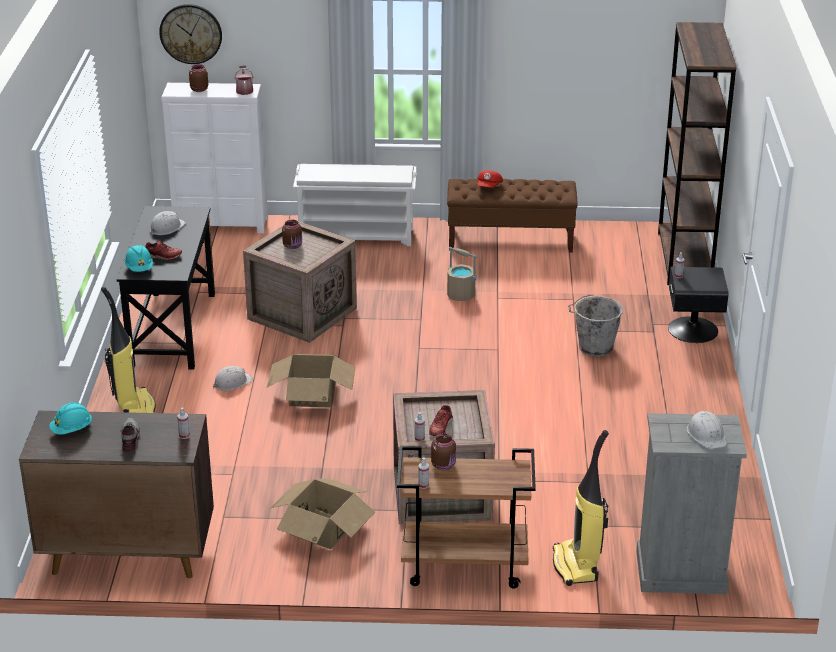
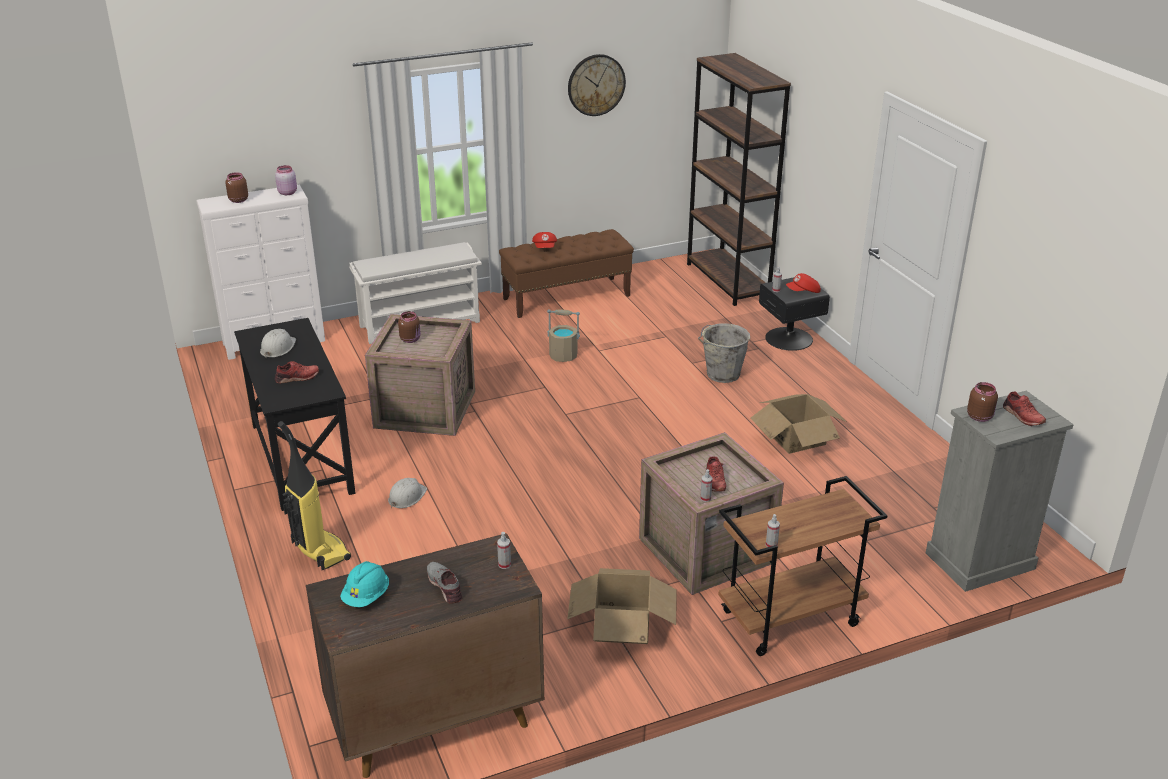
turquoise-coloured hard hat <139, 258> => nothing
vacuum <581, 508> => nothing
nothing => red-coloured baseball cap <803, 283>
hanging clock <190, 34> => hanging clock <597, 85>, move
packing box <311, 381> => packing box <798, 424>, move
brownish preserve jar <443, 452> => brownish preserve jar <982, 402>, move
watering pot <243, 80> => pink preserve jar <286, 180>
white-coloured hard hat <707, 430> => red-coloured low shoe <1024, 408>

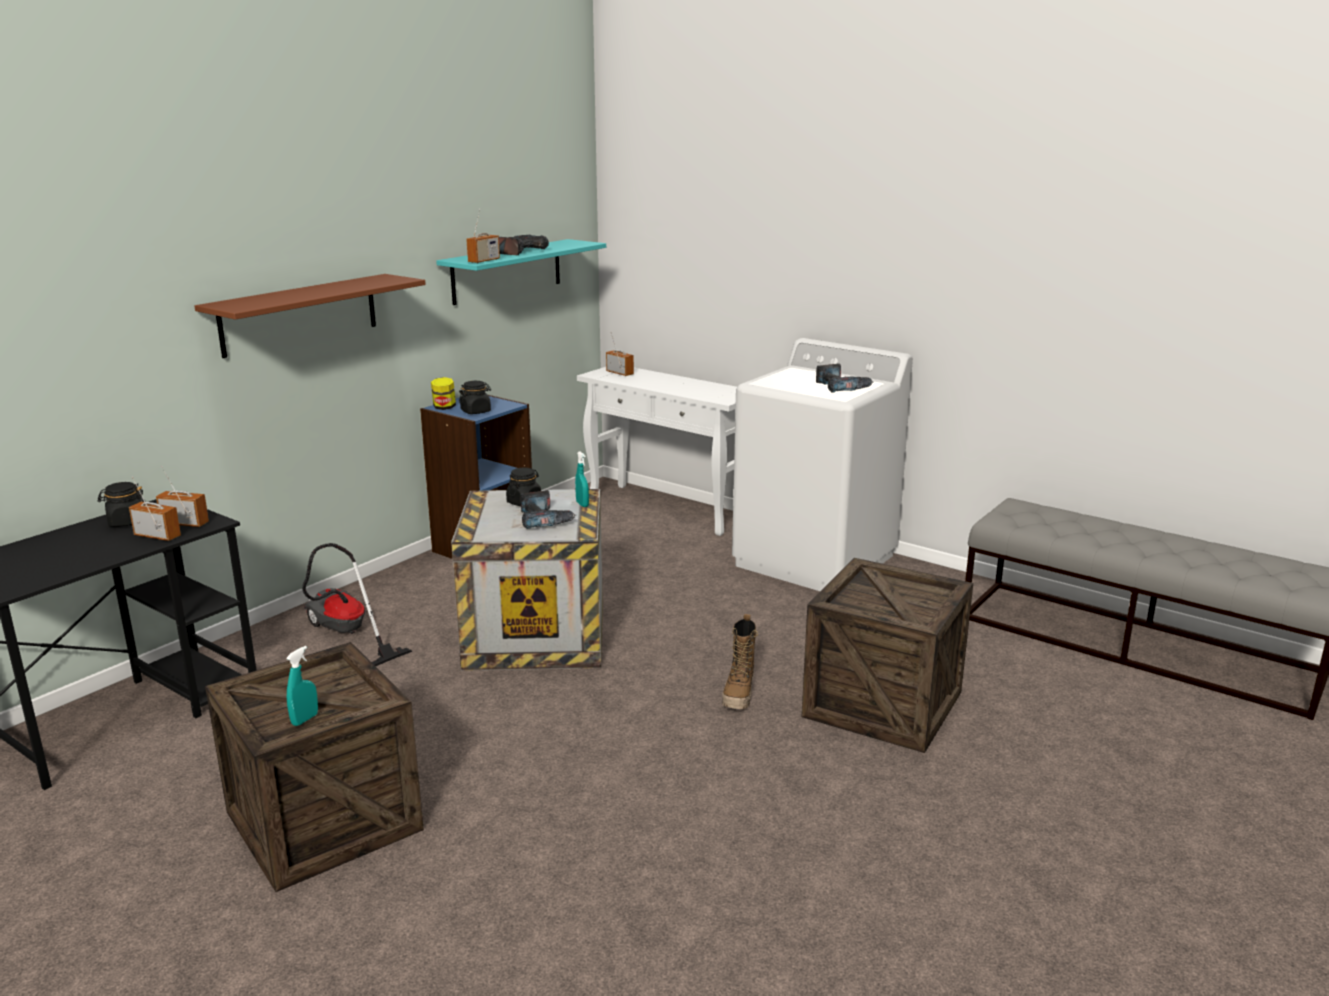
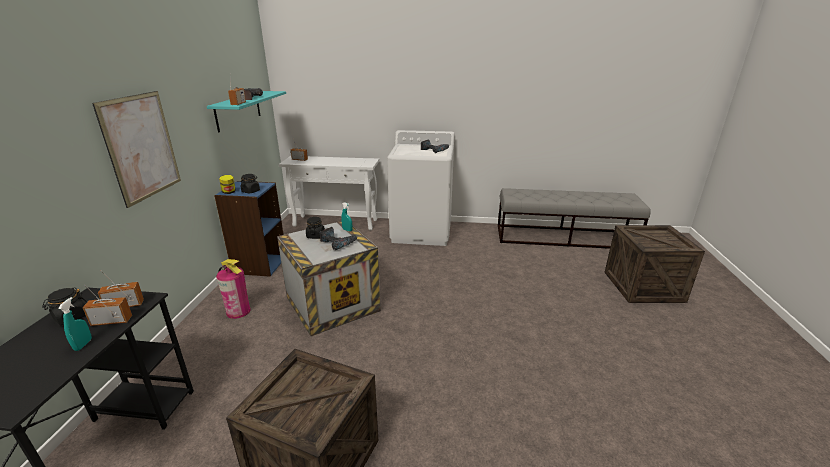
vacuum <357, 604> => nothing
boot <740, 661> => nothing
nothing => extinguisher <233, 289>
turquoise-coloured hand sprayer <302, 686> => turquoise-coloured hand sprayer <75, 324>, move
packing crate <887, 655> => packing crate <654, 264>, move
brownish wall shelf <310, 316> => picture <136, 149>

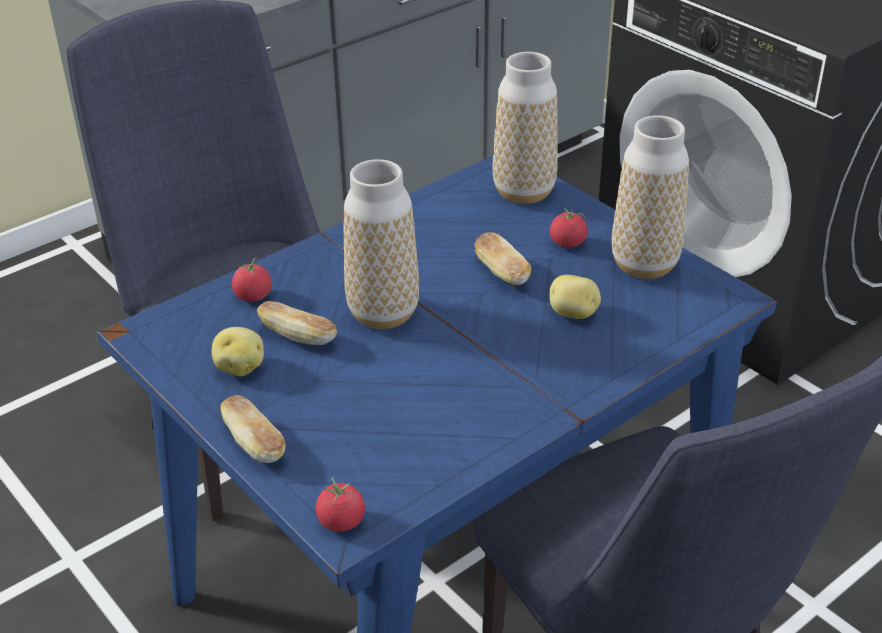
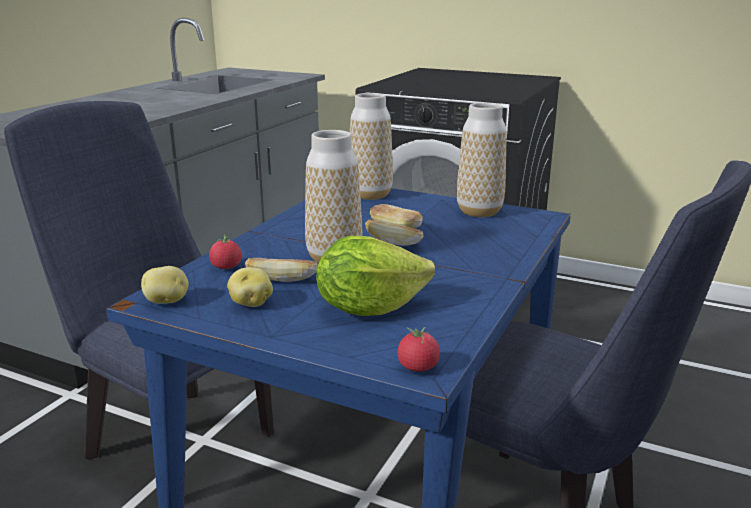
fresh tomato <568, 228> => nothing
nothing => lettuce <375, 276>
baked bread <253, 429> => baked bread <394, 233>, move
potato <575, 297> => potato <165, 285>, move

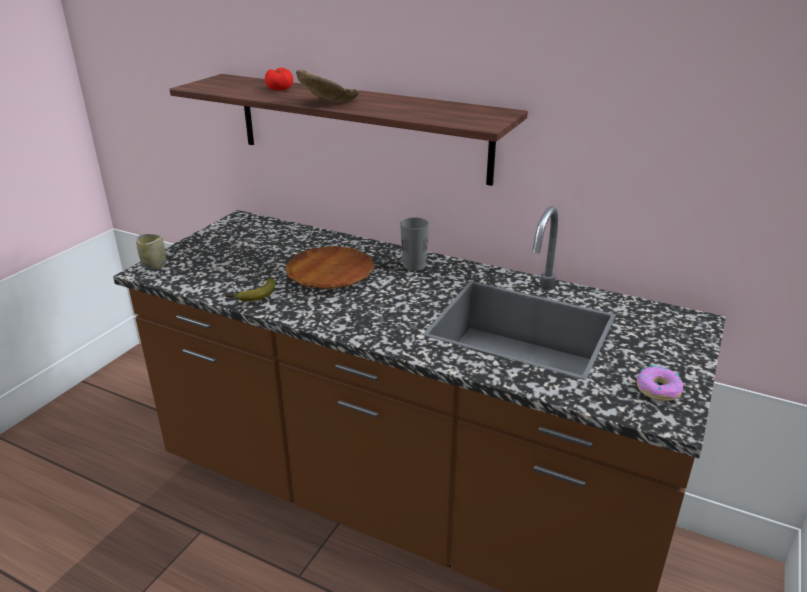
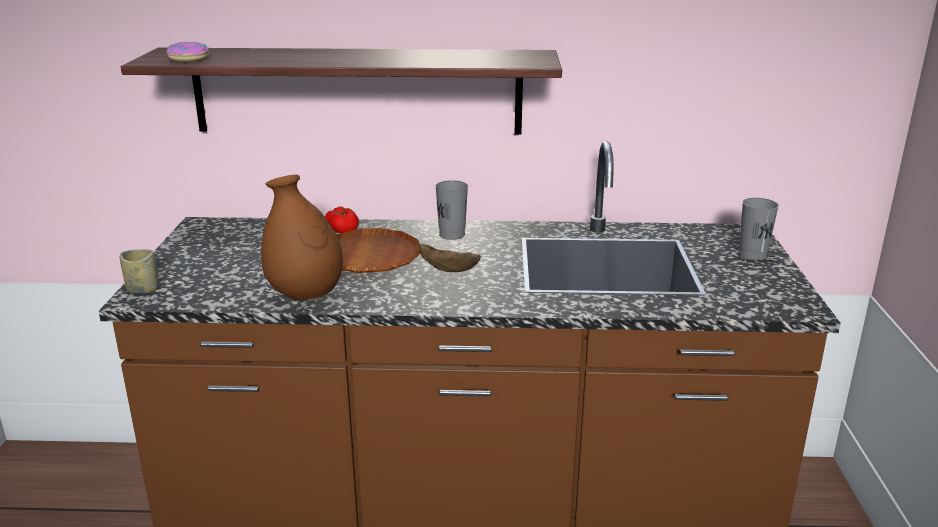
nothing => grey small cup <759, 229>
fresh tomato <279, 79> => fresh tomato <342, 220>, move
brownish serving bowl <327, 85> => brownish serving bowl <450, 257>, move
doughnut <660, 383> => doughnut <188, 52>, move
banana fruit <250, 289> => brownish decorative vase <302, 237>

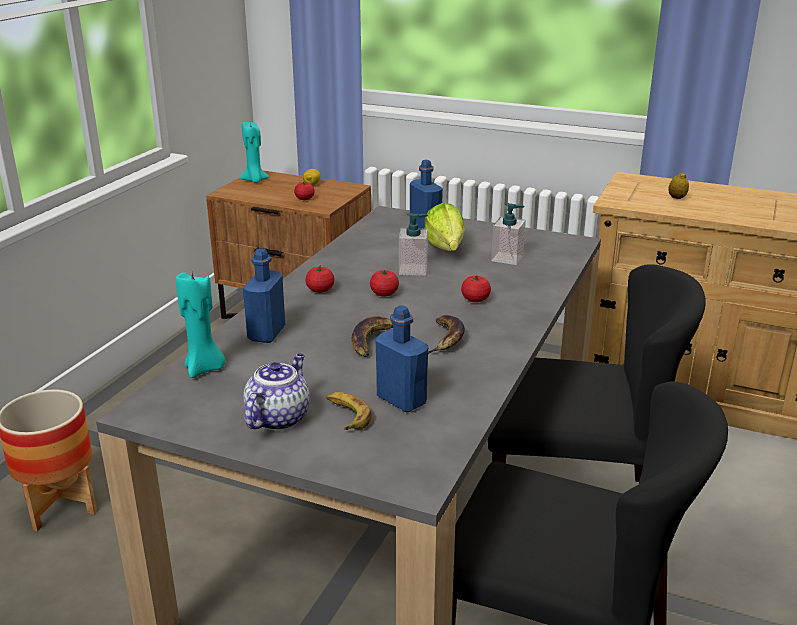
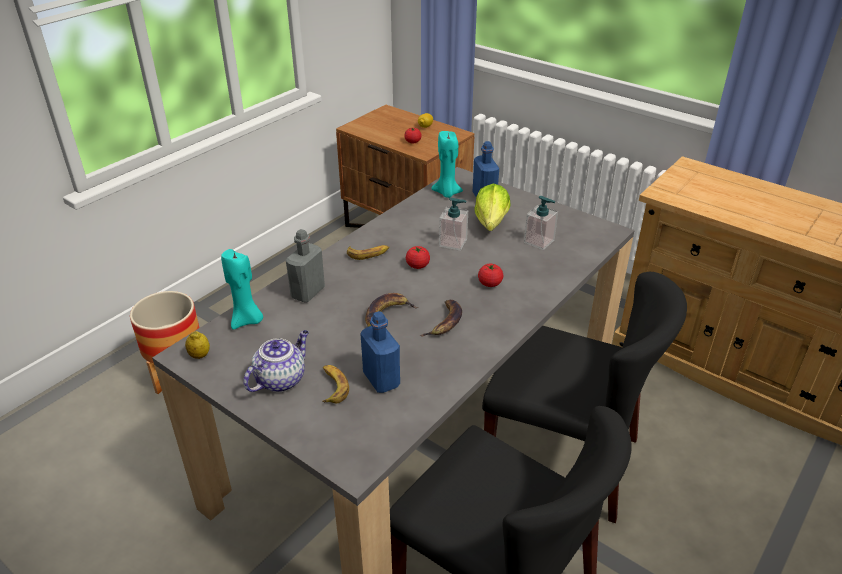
turquoise-coloured candle <254, 152> => turquoise-coloured candle <447, 164>, move
lemon <678, 185> => lemon <197, 345>, move
fresh tomato <320, 279> => banana fruit <368, 252>
blue drink bottle <264, 295> => grey drink bottle <305, 266>

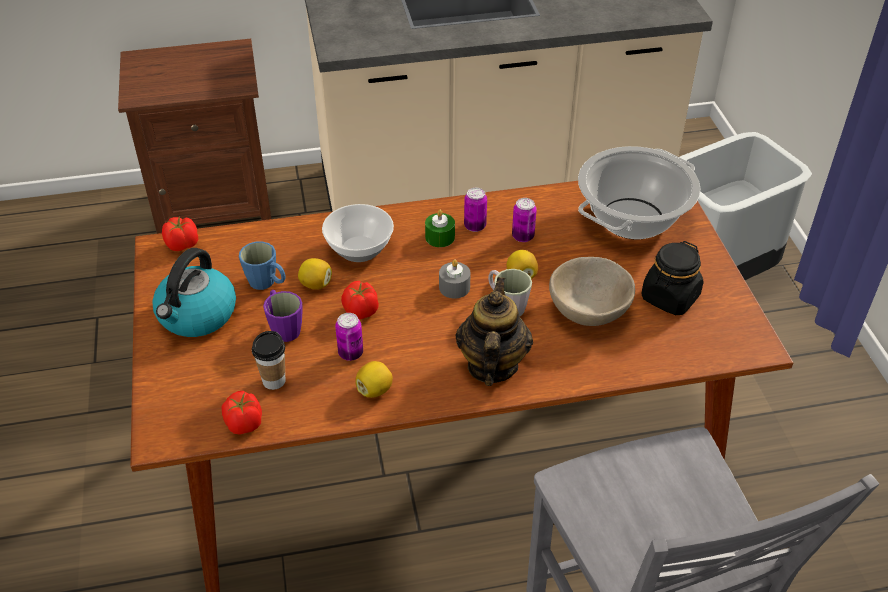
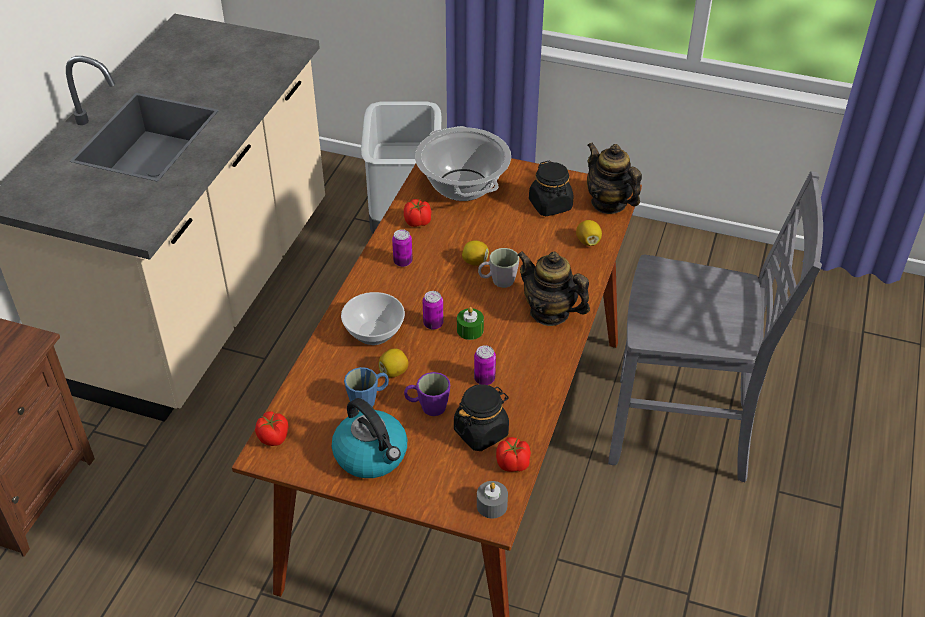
beige-coloured serving bowl <592, 291> => nothing
nothing => teapot <614, 178>
fresh tomato <360, 300> => fresh tomato <417, 213>, move
lemon <374, 379> => lemon <589, 233>, move
green candle <440, 228> => green candle <470, 323>, move
grey candle <455, 279> => grey candle <492, 499>, move
metal can <524, 220> => metal can <433, 310>, move
small cup <268, 360> => black preserve jar <481, 417>

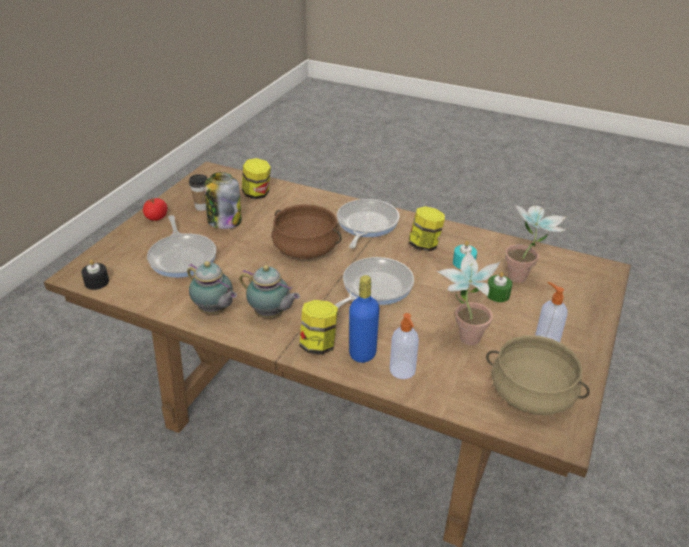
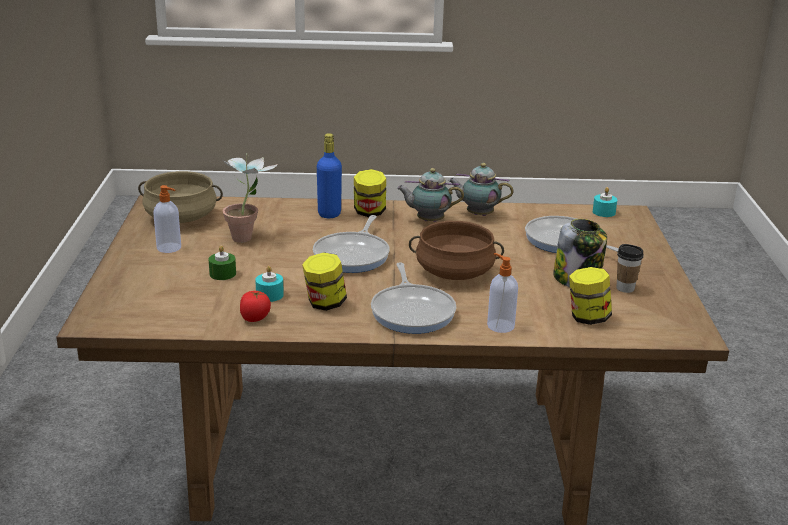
potted plant <536, 243> => nothing
fresh tomato <155, 209> => fresh tomato <255, 306>, move
soap bottle <404, 346> => soap bottle <502, 293>, move
black candle <95, 274> => turquoise-coloured candle <605, 202>

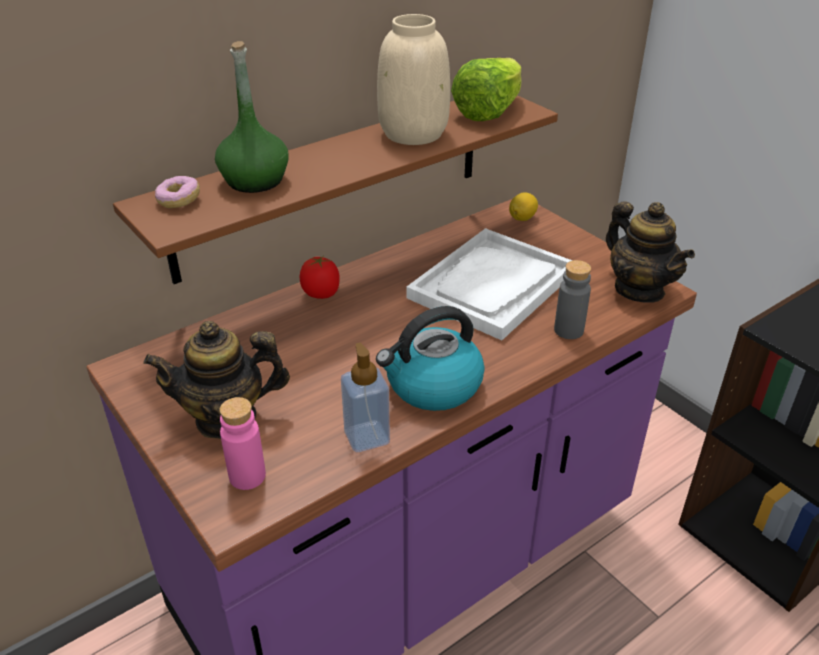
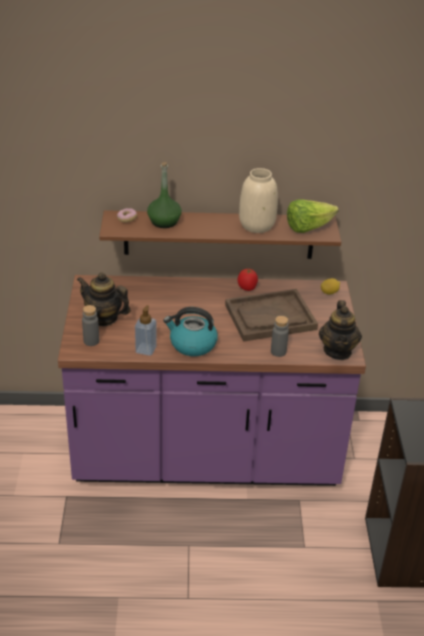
fresh tomato <320, 277> => fresh tomato <248, 280>, move
pink drink bottle <243, 443> => grey drink bottle <90, 325>
white-coloured carrying tray <490, 284> => brownish carrying tray <271, 315>

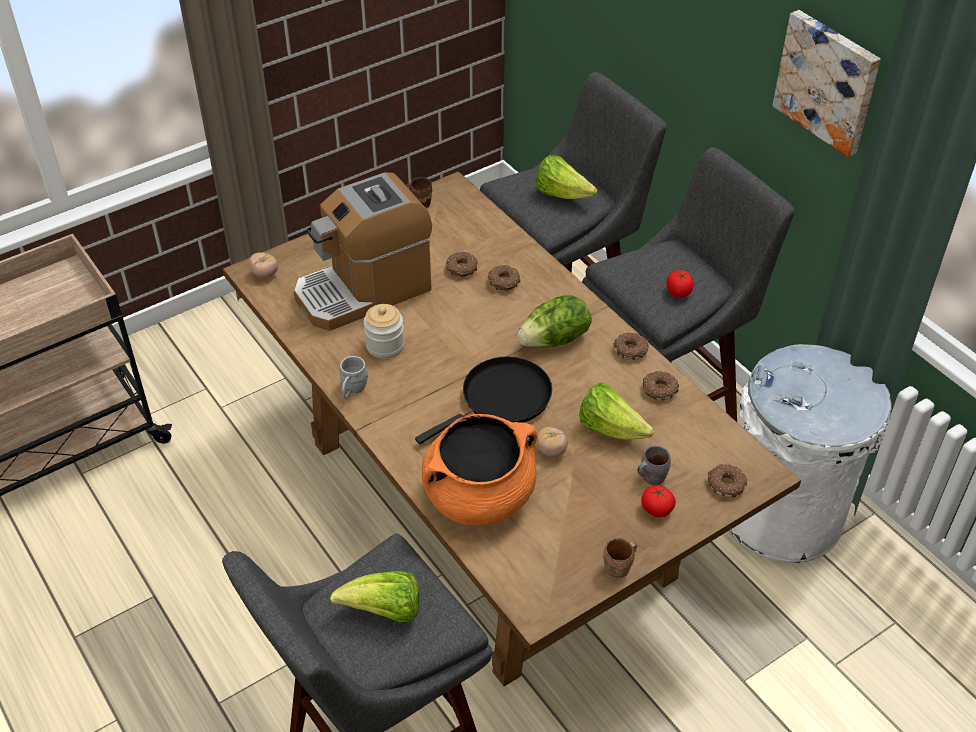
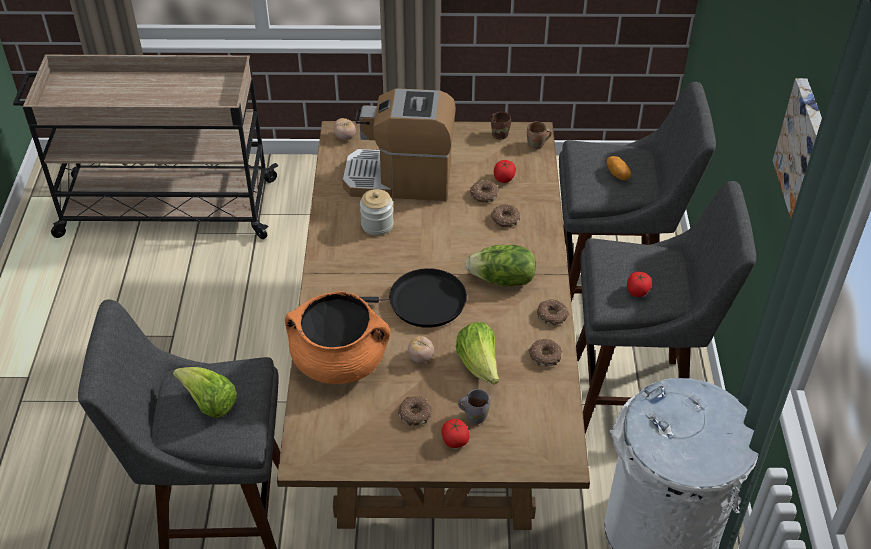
grey coffee mug <354, 378> => nothing
nothing => fresh tomato <505, 171>
brownish coffee mug <620, 558> => brownish coffee mug <539, 135>, move
doughnut <727, 481> => doughnut <415, 411>, move
lettuce <567, 177> => potato <619, 168>

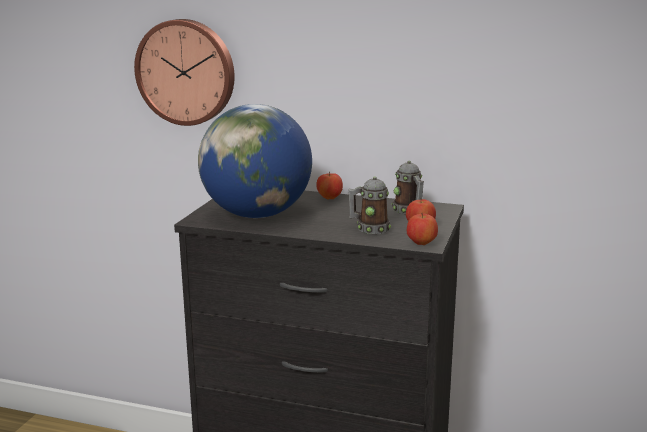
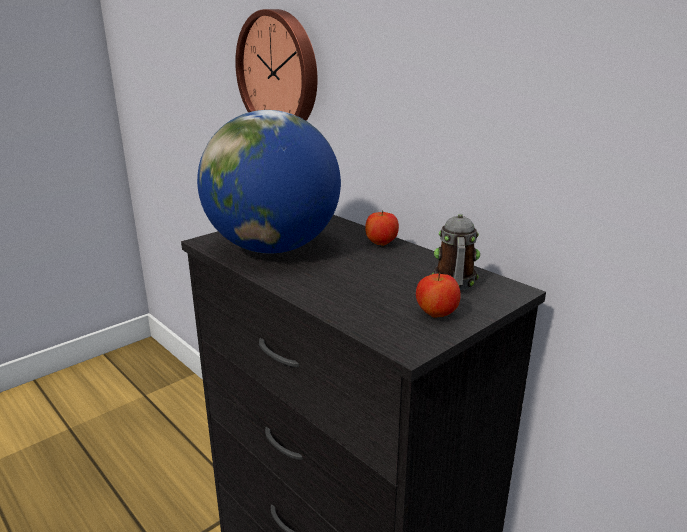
coffee mug <369, 205> => nothing
apple <422, 229> => nothing

